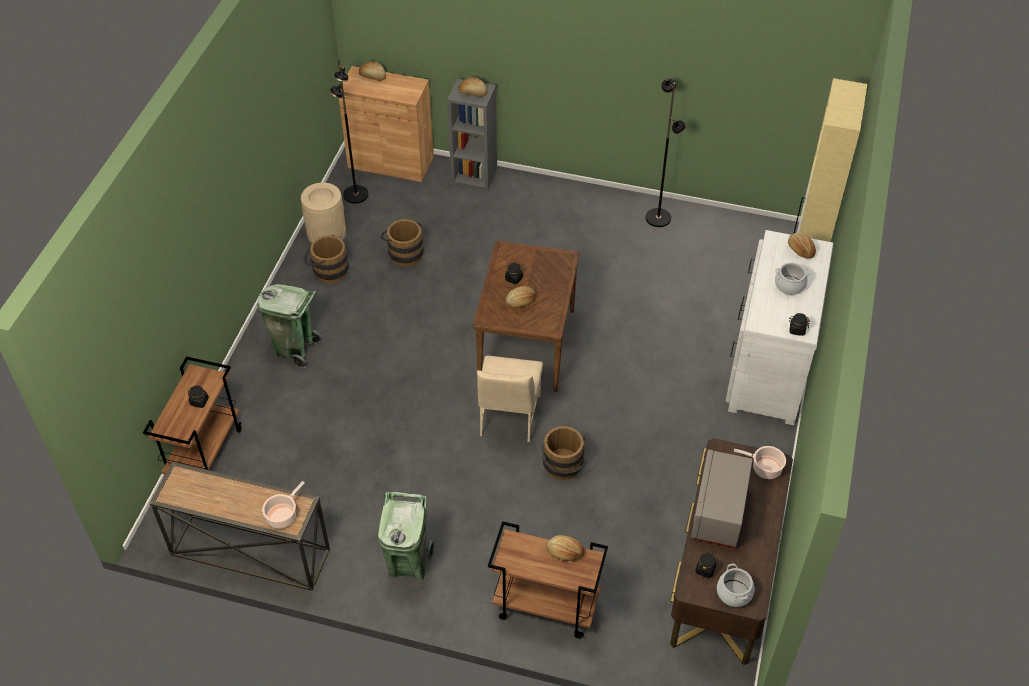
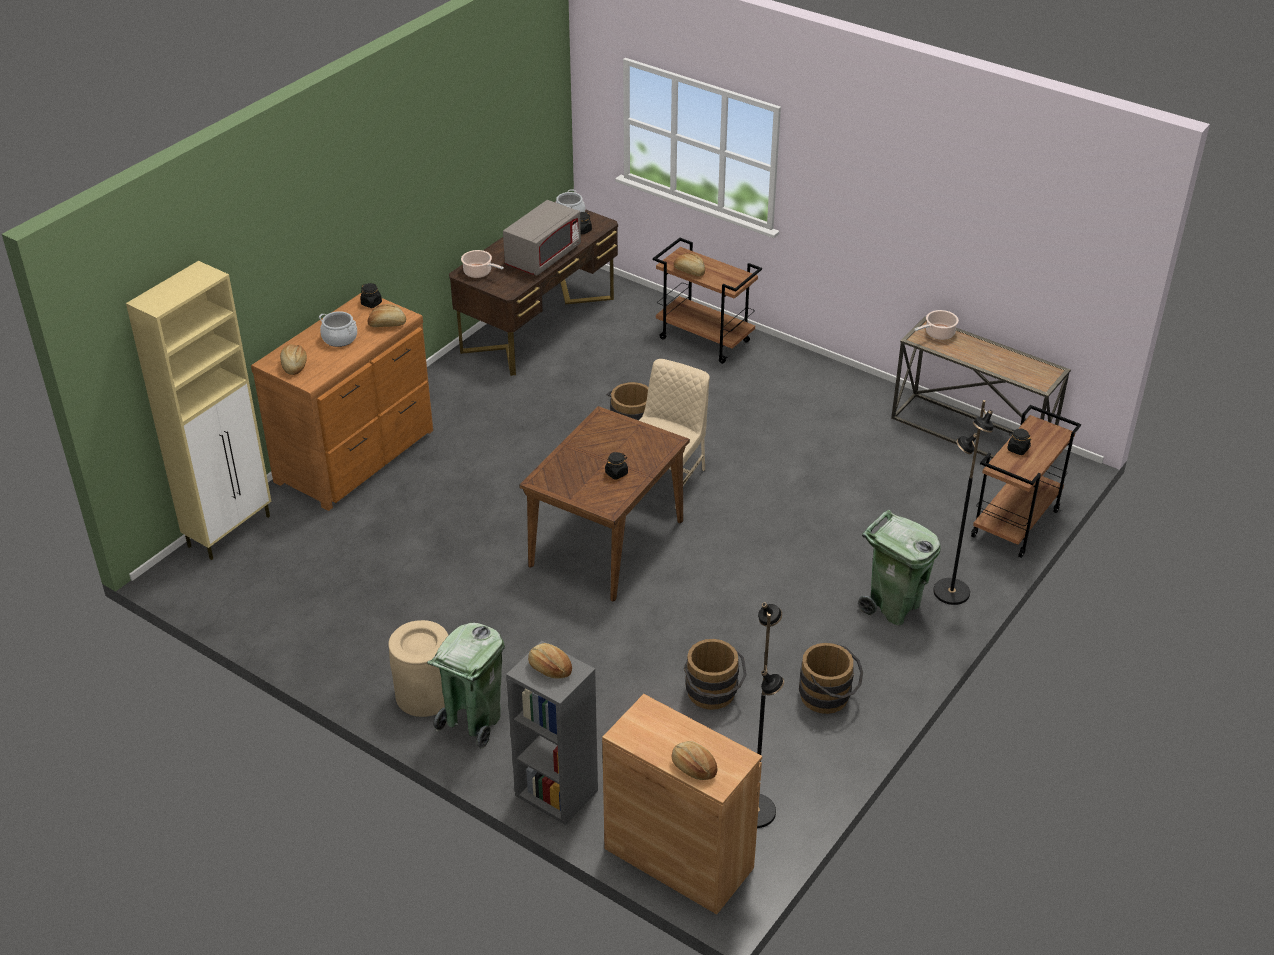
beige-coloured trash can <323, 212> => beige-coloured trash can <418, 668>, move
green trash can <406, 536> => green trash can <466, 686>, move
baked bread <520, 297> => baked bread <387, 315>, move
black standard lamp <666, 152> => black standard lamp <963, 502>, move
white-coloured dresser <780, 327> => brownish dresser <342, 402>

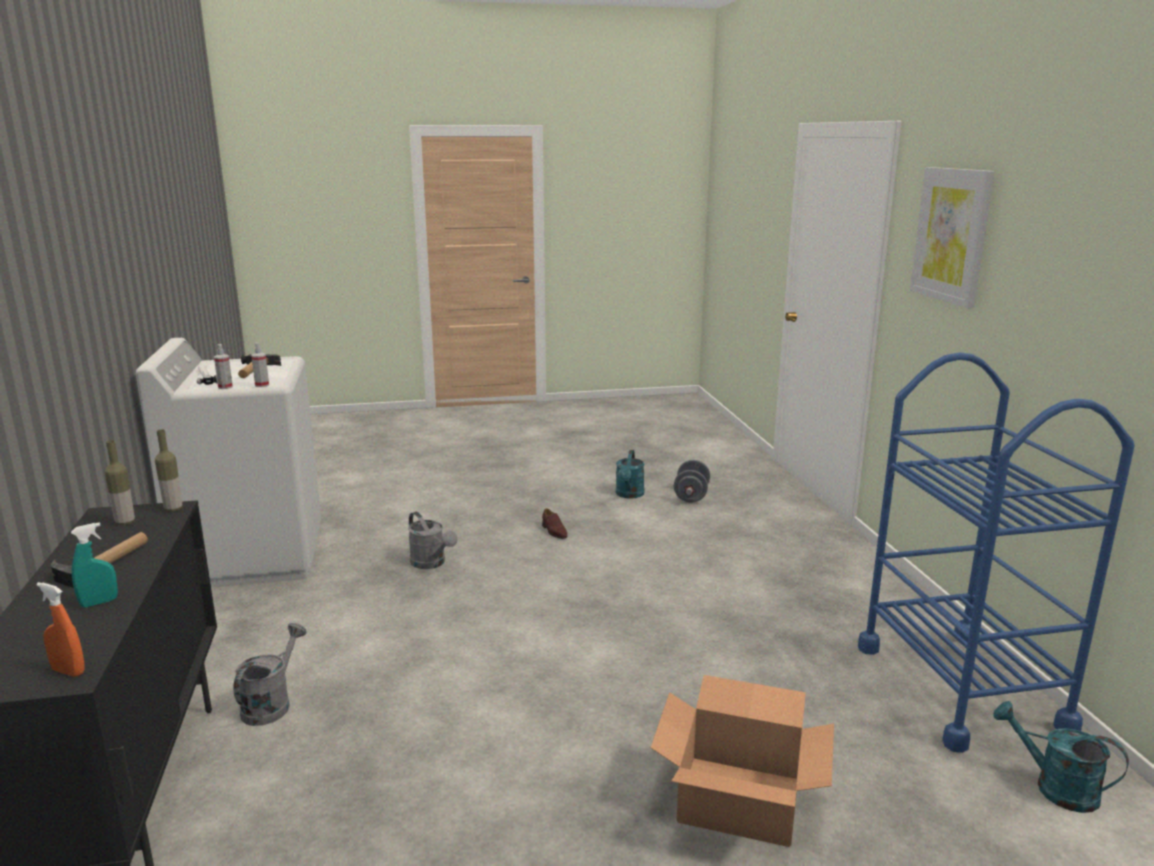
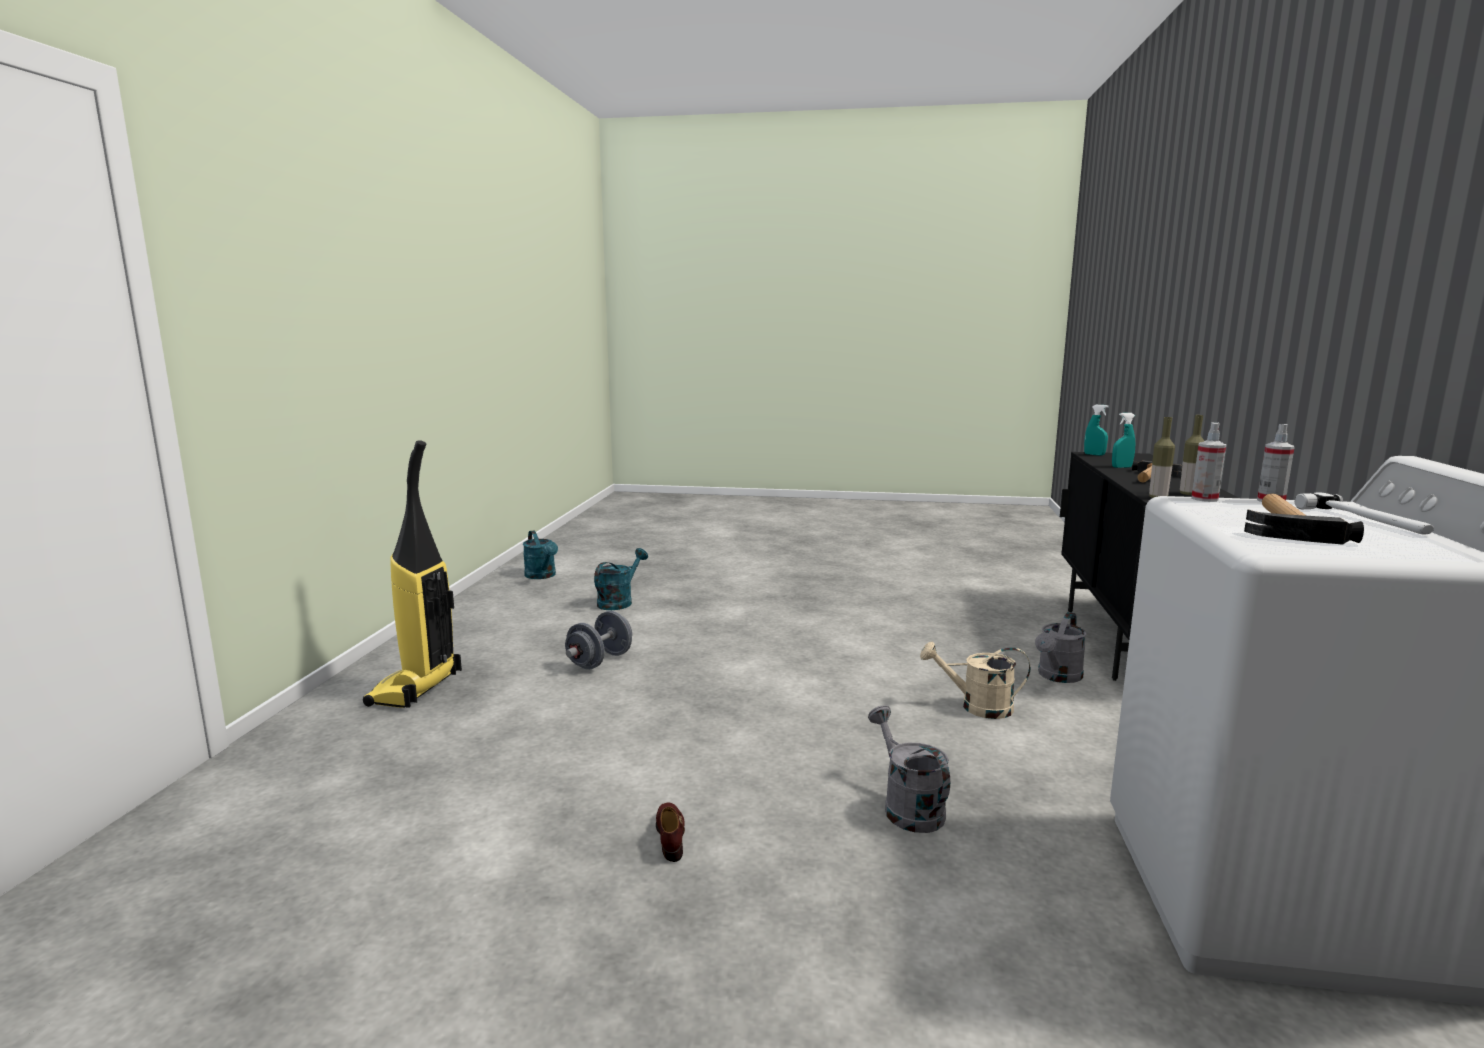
packing box <742, 761> => nothing
blue cart <996, 553> => nothing
picture <952, 238> => nothing
nothing => vacuum <412, 574>
nothing => beige-coloured watering pot <975, 680>
turquoise-coloured watering pot <630, 474> => turquoise-coloured watering pot <621, 579>, move
grey hand weight <692, 481> => grey hand weight <598, 640>, move
orange hand sprayer <60, 629> => turquoise-coloured hand sprayer <1096, 430>

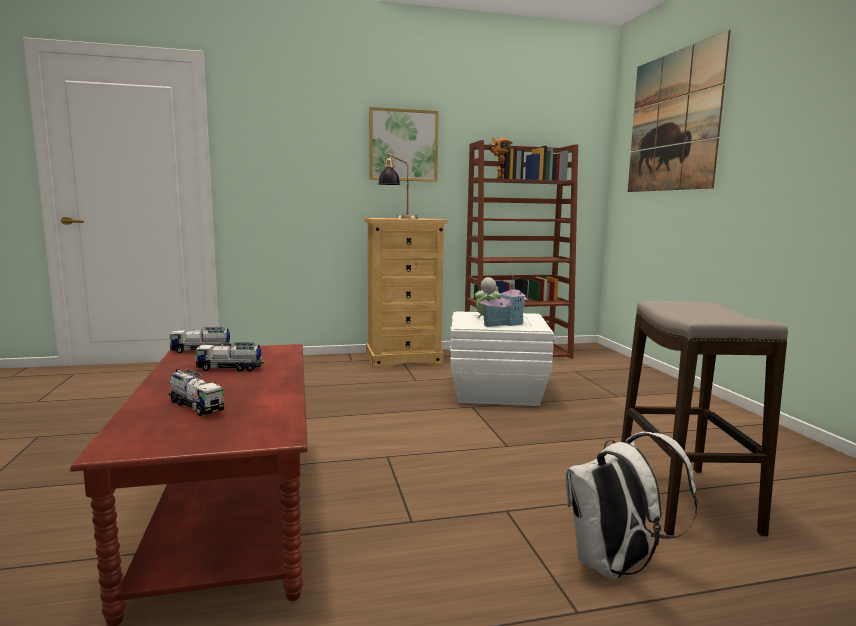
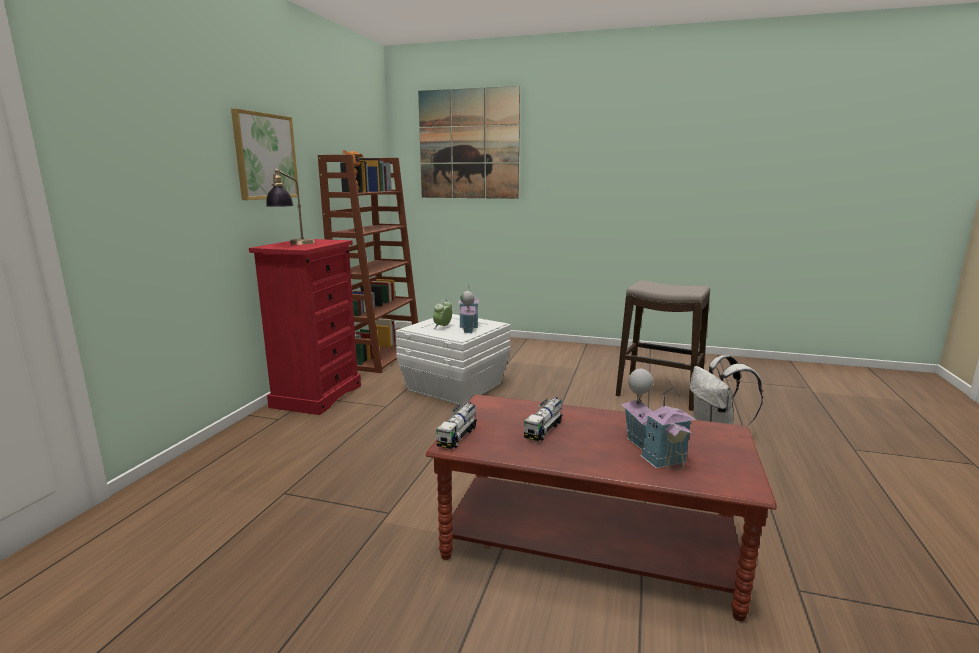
model truck <196, 392> => miniature house <659, 419>
beige-coloured dresser <405, 293> => red-coloured dresser <305, 327>

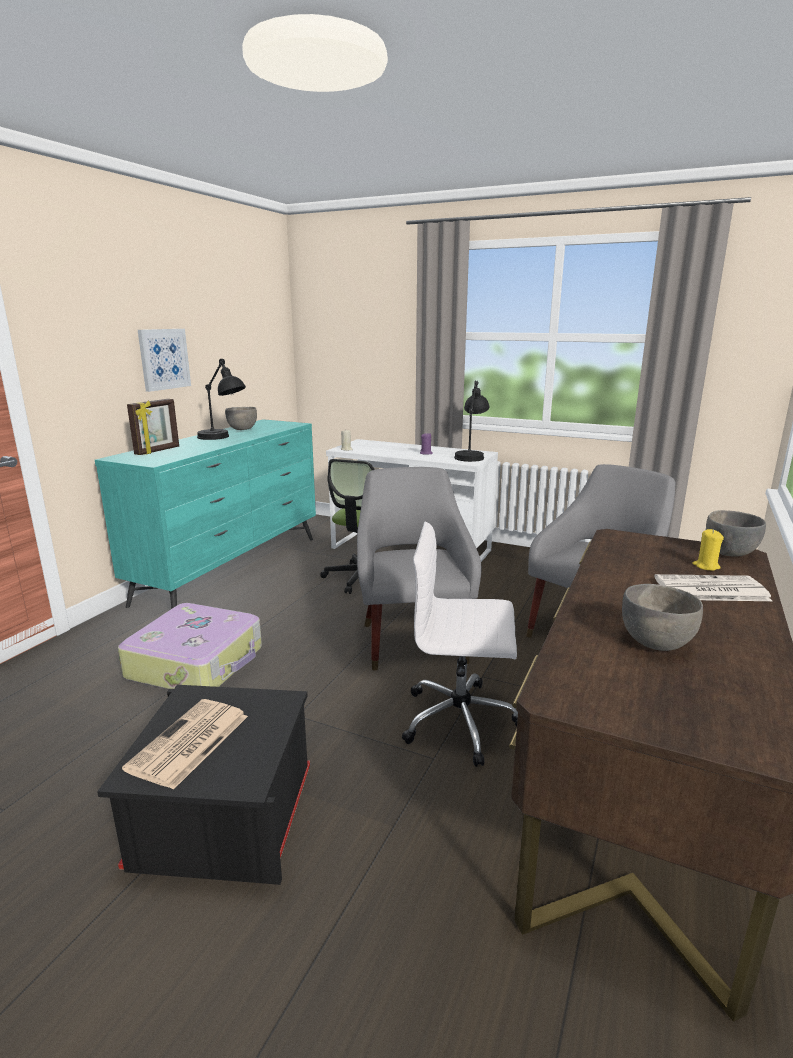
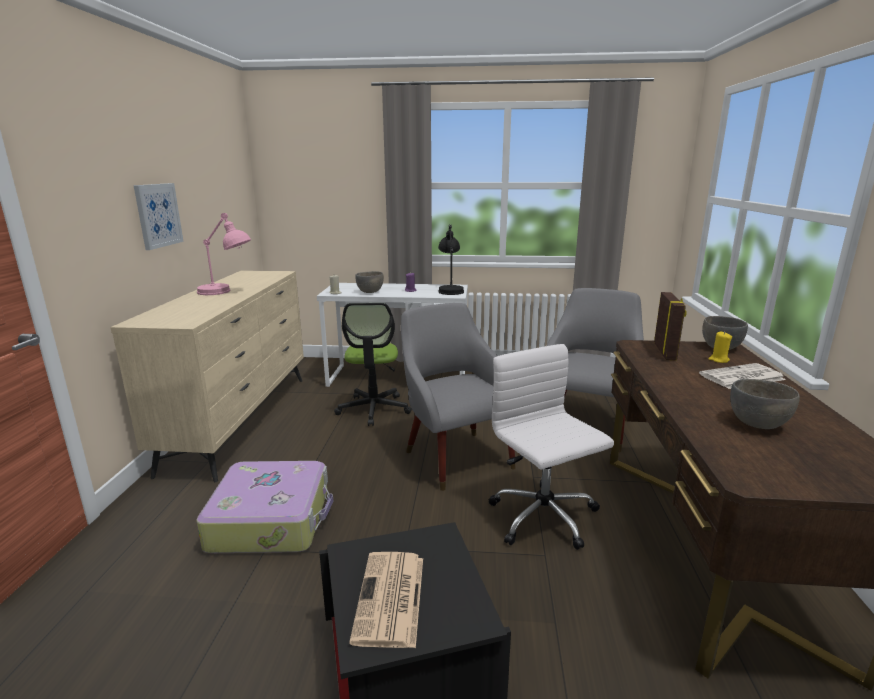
photo frame <153, 427> => photo frame <670, 326>, move
grey serving bowl <241, 418> => grey serving bowl <369, 282>, move
turquoise-coloured dresser <205, 513> => beige-coloured dresser <207, 376>
black tabletop lamp <221, 399> => pink tabletop lamp <224, 254>
white-coloured office chair <460, 644> => white-coloured office chair <551, 447>, 75 degrees clockwise

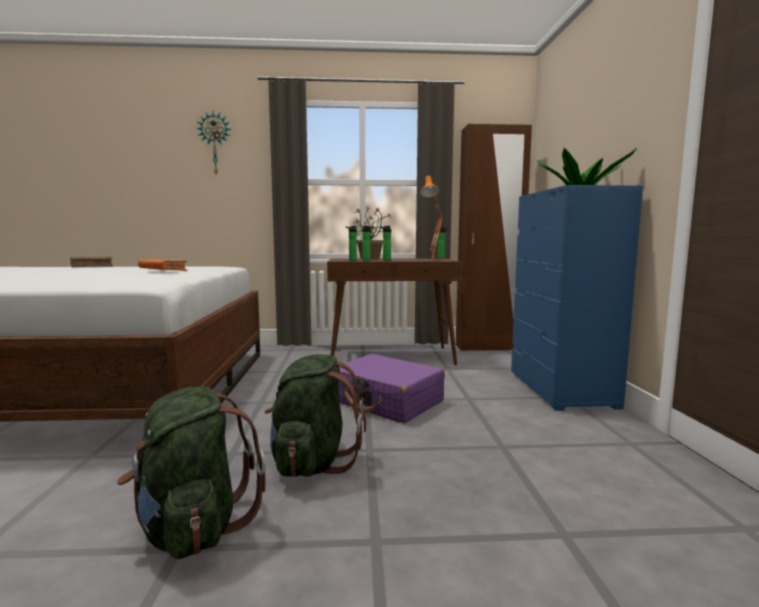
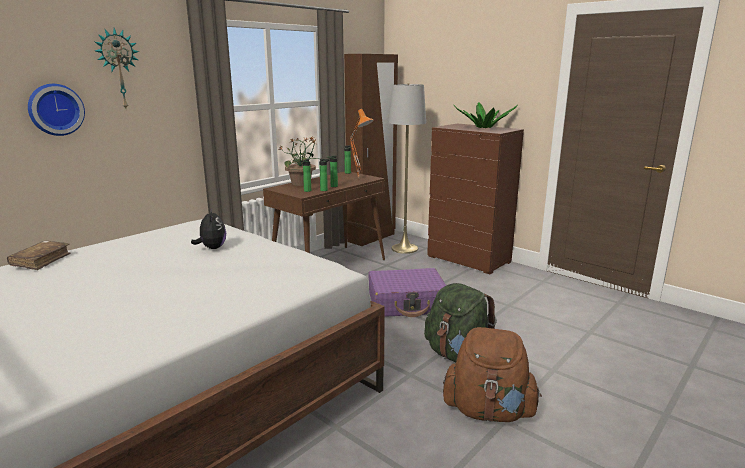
nothing => hanging clock <56, 110>
nothing => grey standard lamp <407, 168>
orange volume <163, 265> => soft toy <208, 228>
green knapsack <191, 472> => brownish knapsack <492, 374>
blue dresser <577, 298> => brownish dresser <475, 199>

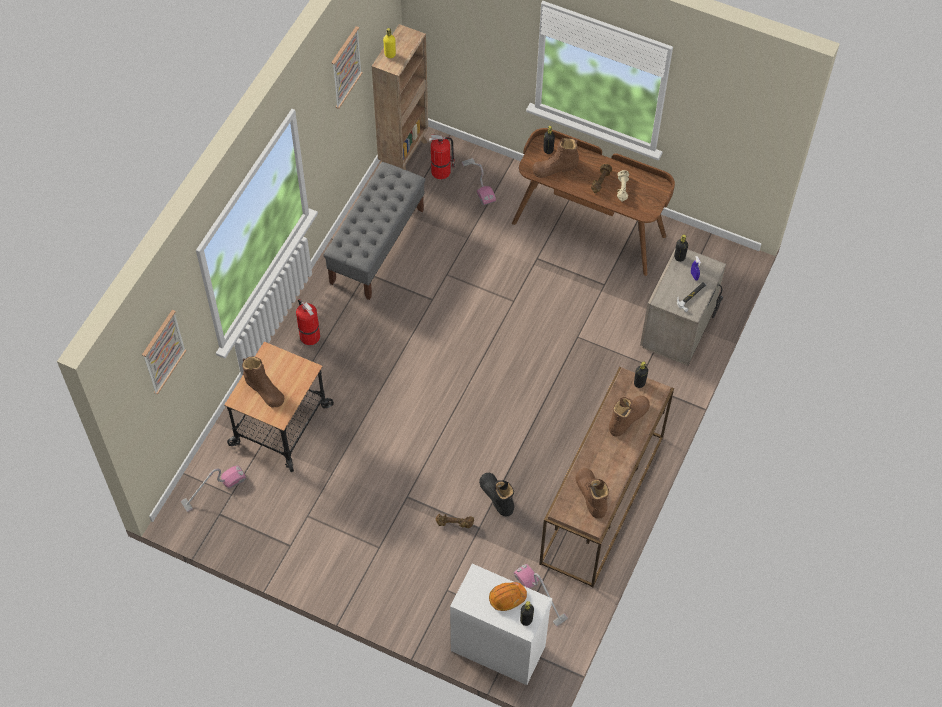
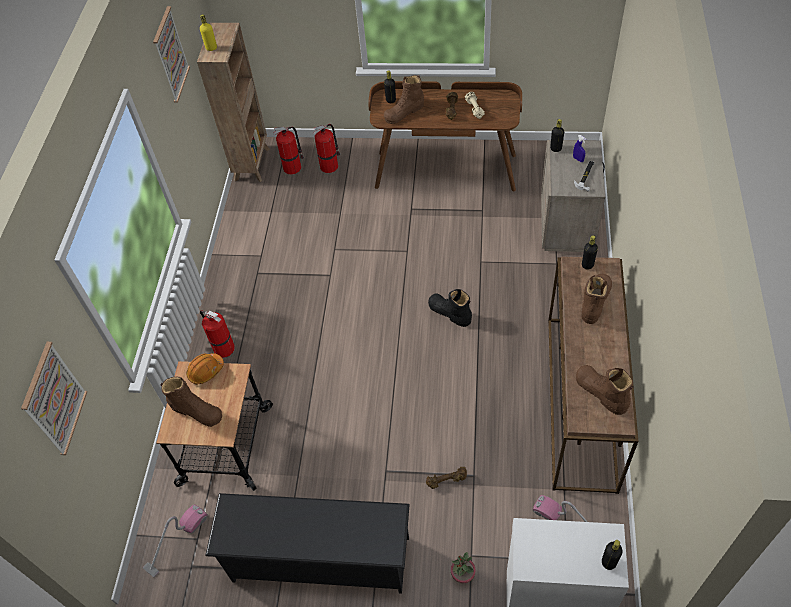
grey bench <374, 231> => nothing
nothing => black shoe shelf <307, 543>
nothing => potted plant <463, 568>
black boot <496, 495> => black boot <450, 308>, move
orange hard hat <508, 596> => orange hard hat <205, 368>, move
vacuum <479, 182> => extinguisher <326, 148>

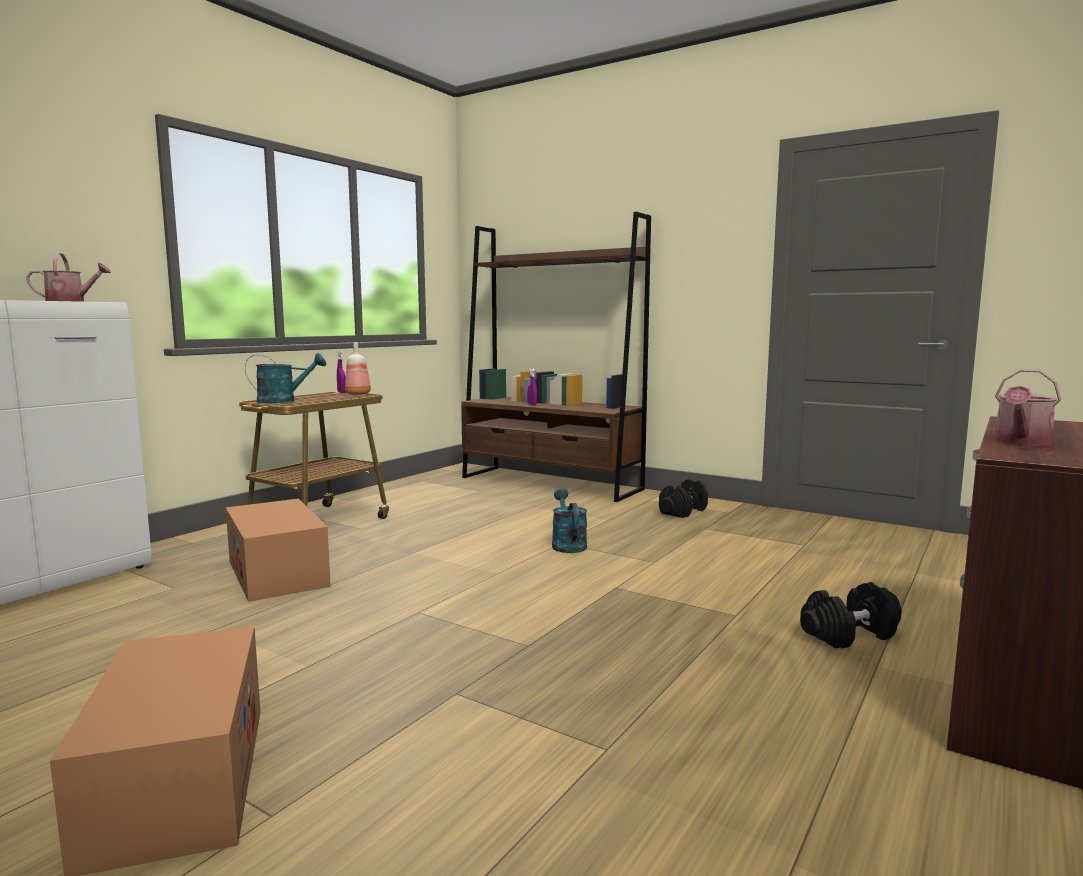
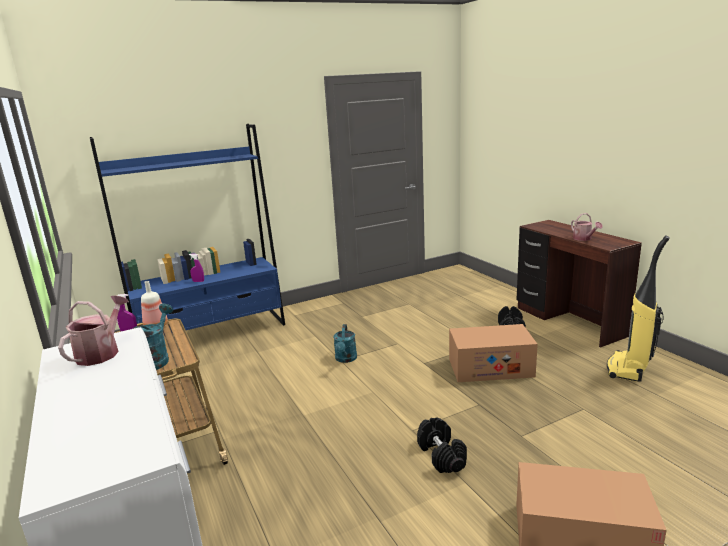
nothing => vacuum <638, 309>
packing box <278, 550> => packing box <493, 353>, move
black hand weight <683, 498> => black hand weight <442, 445>, move
brownish bookshelf <556, 357> => blue bookshelf <187, 229>
turquoise-coloured watering pot <569, 520> => turquoise-coloured watering pot <345, 343>, 105 degrees counterclockwise

